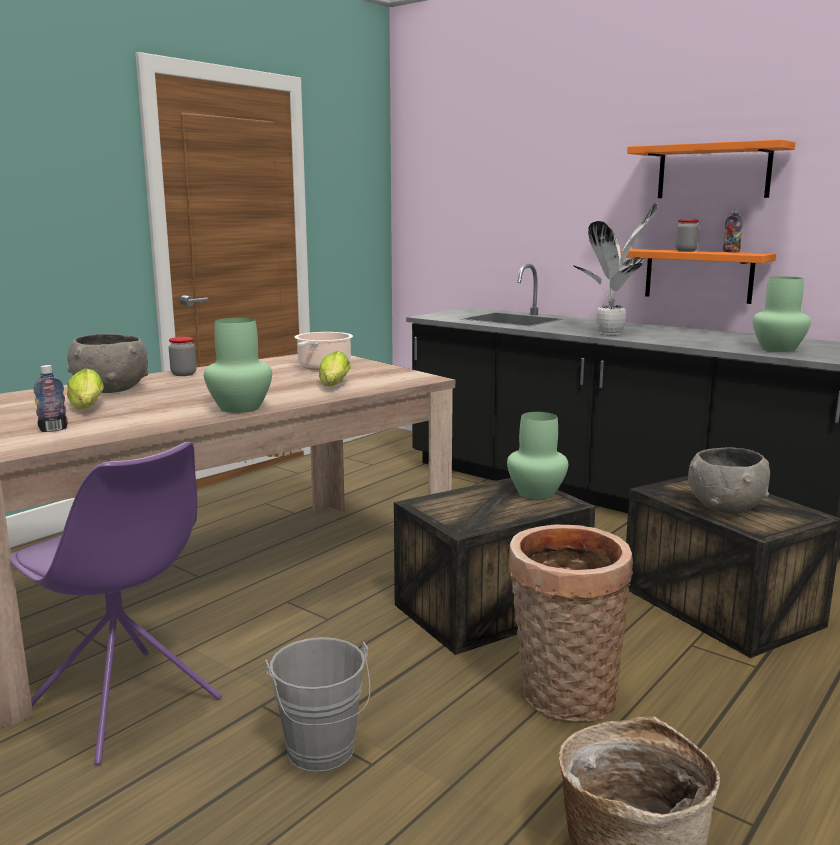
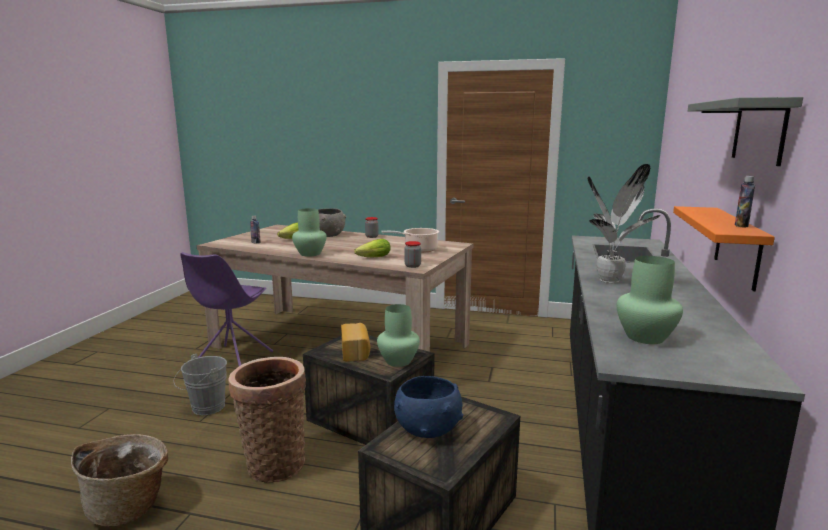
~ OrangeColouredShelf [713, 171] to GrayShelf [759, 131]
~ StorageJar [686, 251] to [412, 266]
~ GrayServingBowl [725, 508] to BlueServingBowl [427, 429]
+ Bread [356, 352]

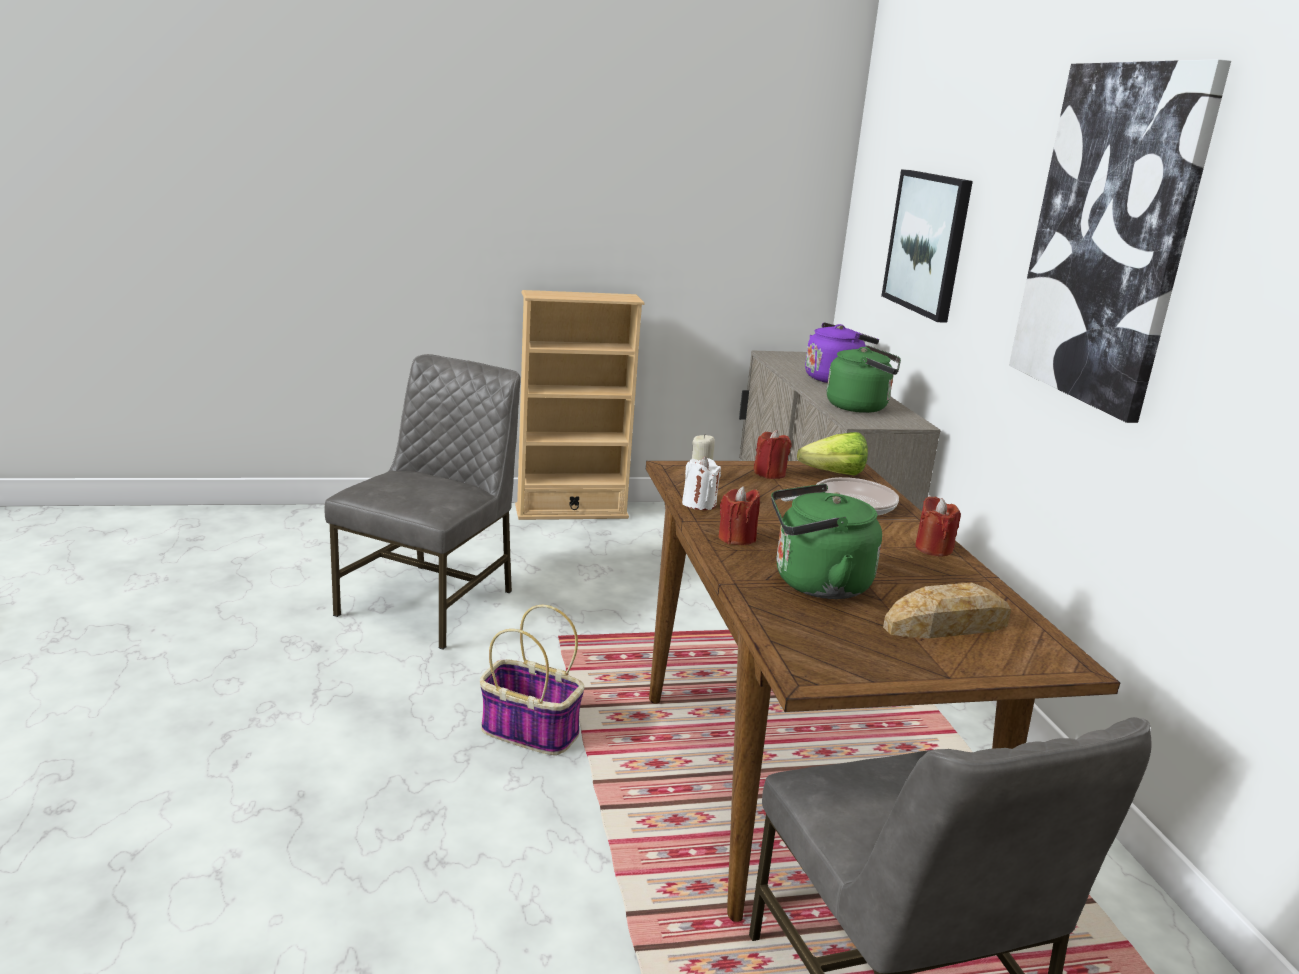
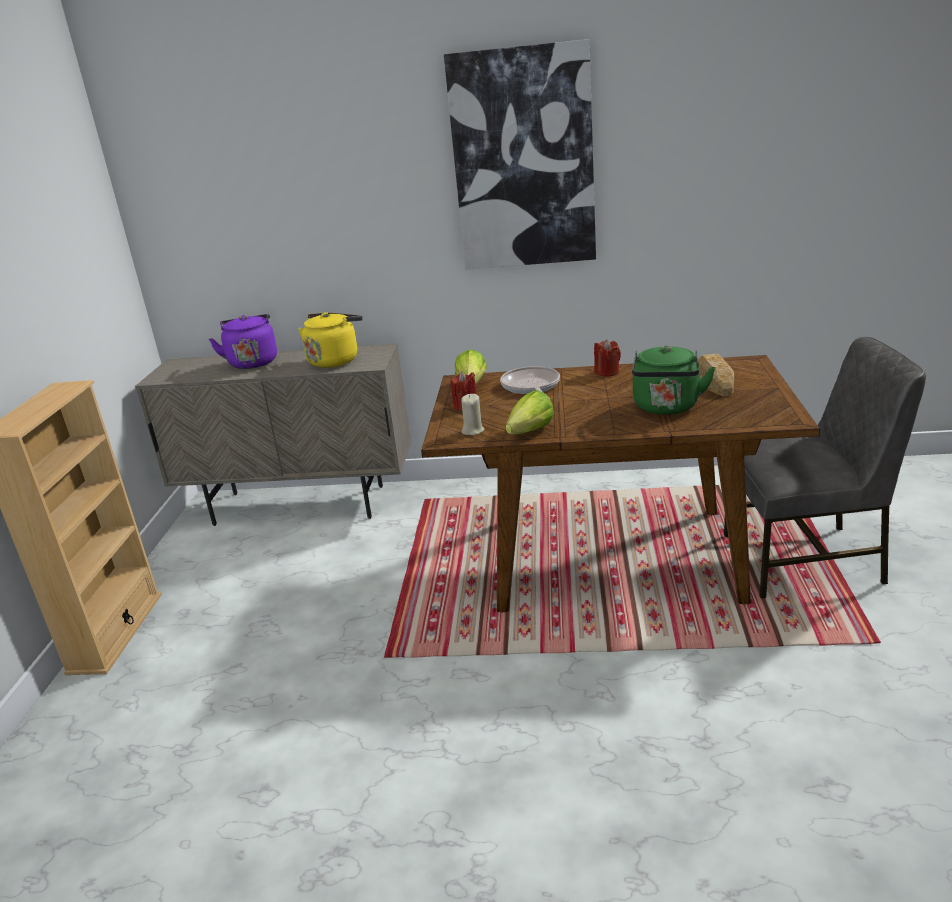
- GrayPlainChair [431, 602]
- Basket [528, 731]
~ WhitishWaxCandle [699, 504] to LettuceHead [526, 434]
- RedColouredWaxCandle [736, 538]
~ GreenWaterKettle [861, 407] to YellowColouredWaterKettle [335, 360]
- WallPicture [928, 243]

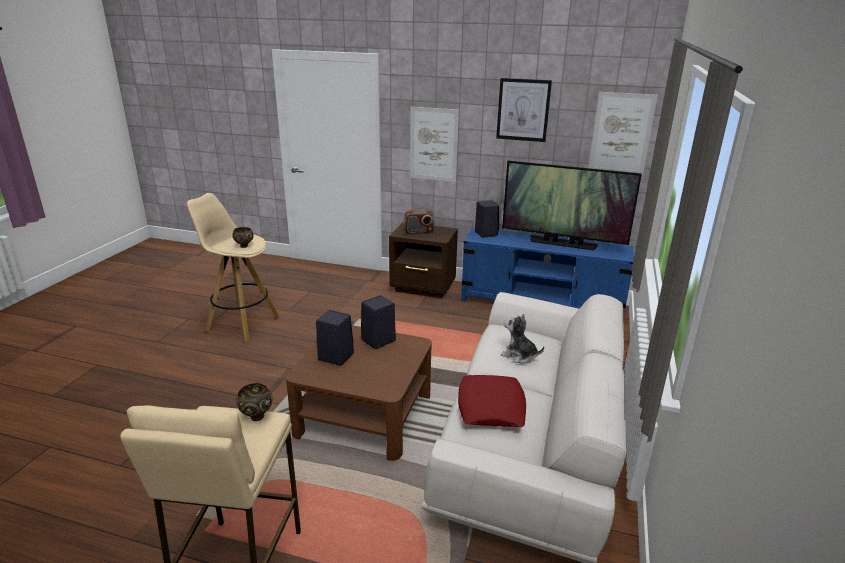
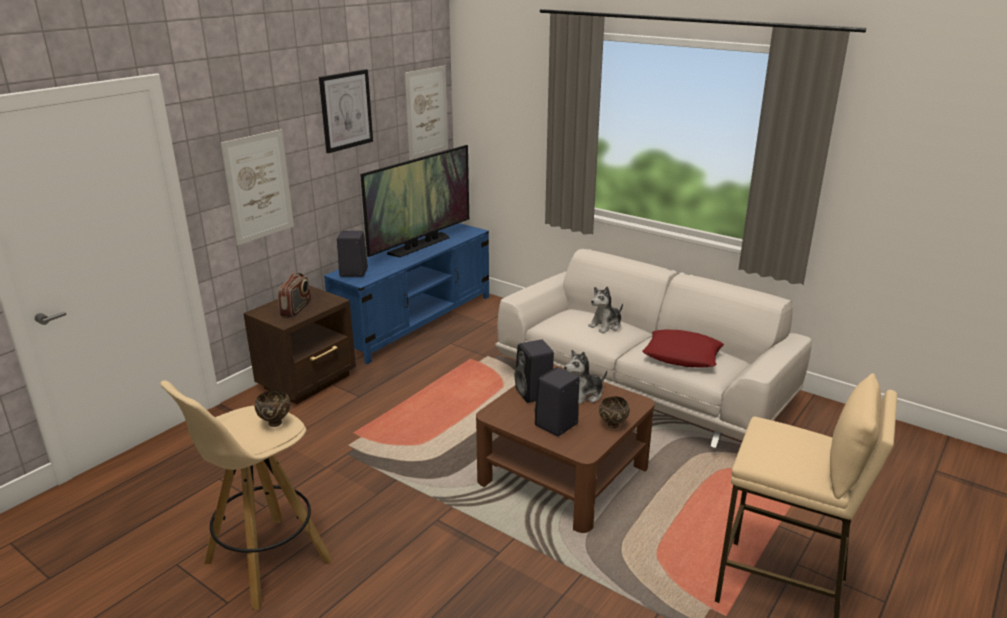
~ BrownishServingBowl [256, 416] to [612, 425]
+ SoftToy [584, 395]

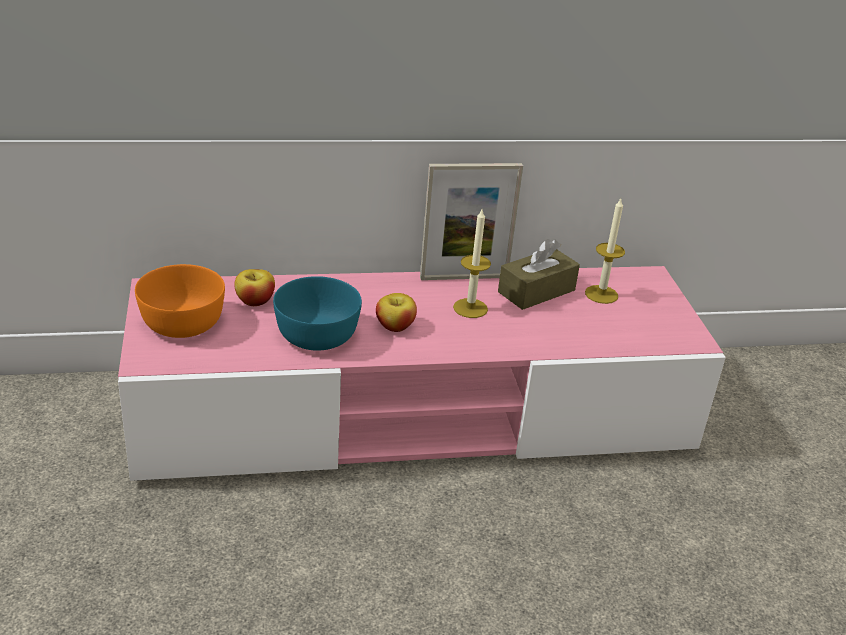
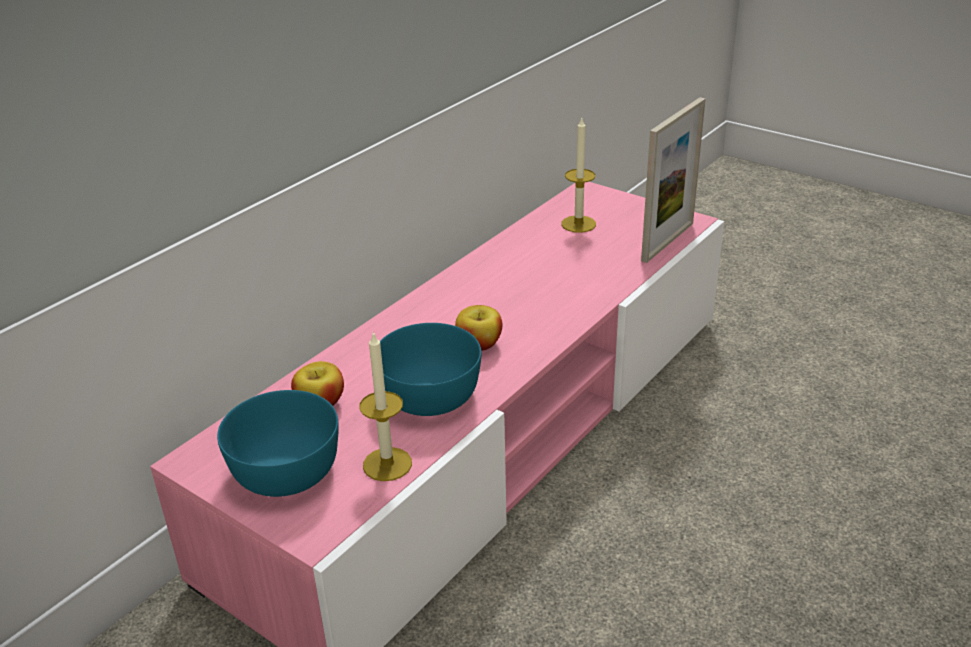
~ OrangeColouredServingBowl [182, 323] to BlueGreenServingBowl [286, 471]
~ PictureFrame [464, 277] to [667, 241]
~ WaxCandle [470, 308] to [387, 464]
- BrownishTissueHolder [536, 291]

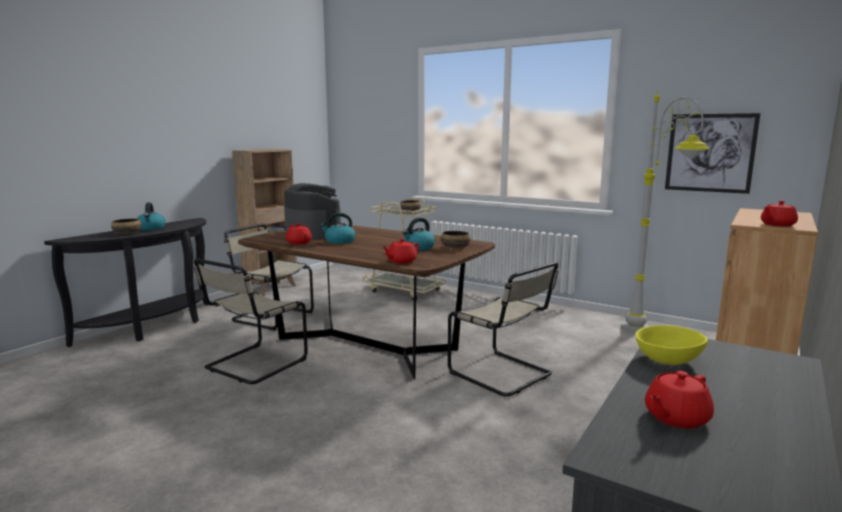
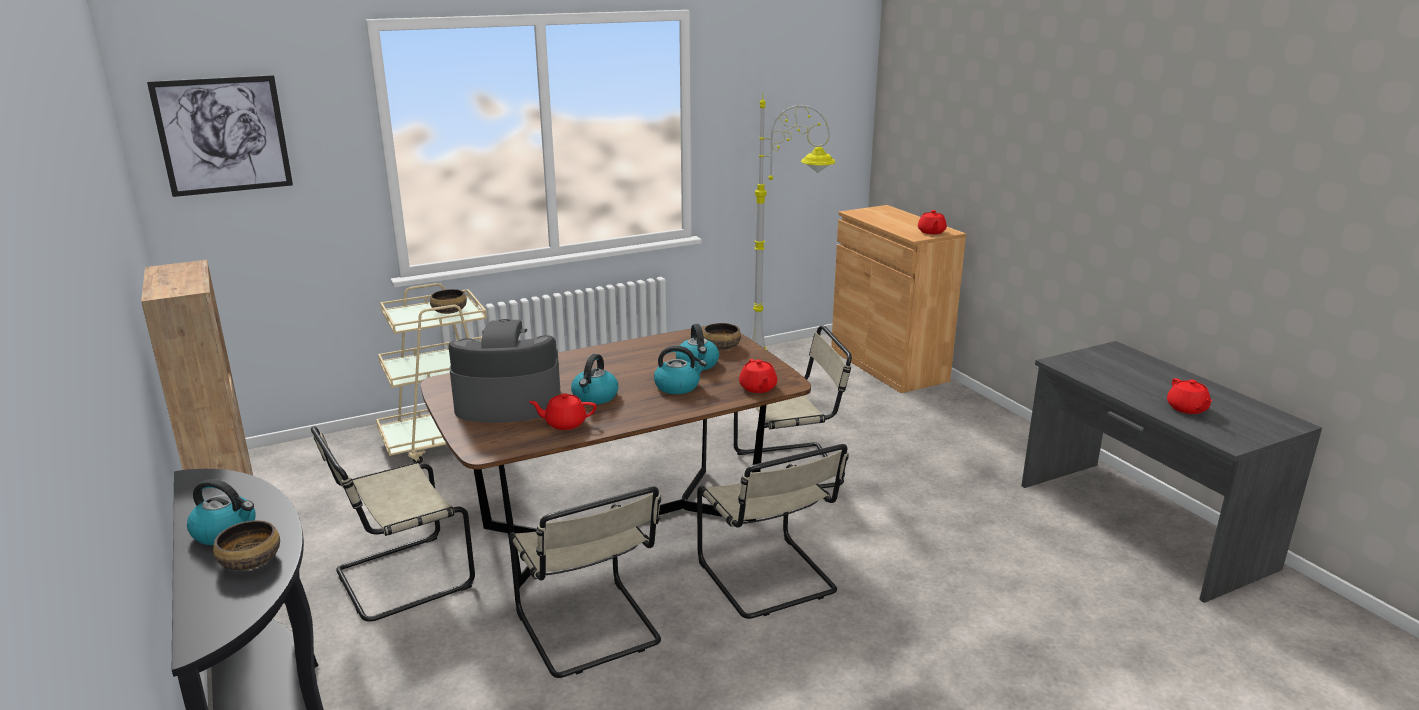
- YellowColouredServingBowl [668, 360]
~ WallPicture [710, 153] to [223, 135]
+ WaterKettle [678, 386]
+ BeigeColouredPlainChair [769, 579]

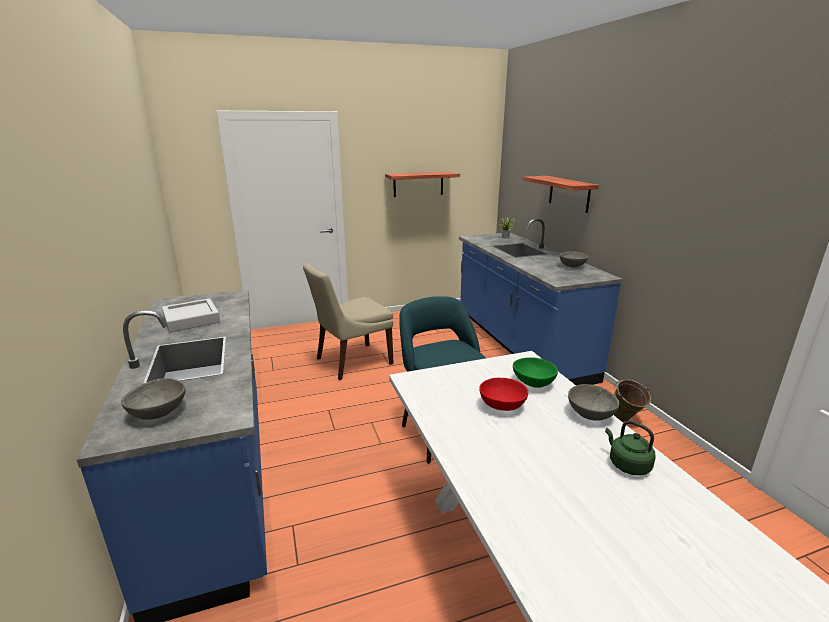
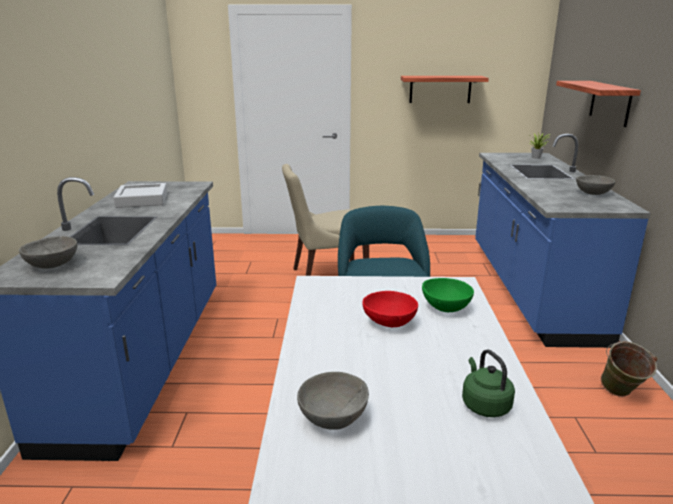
~ GrayServingBowl [590, 414] to [333, 418]

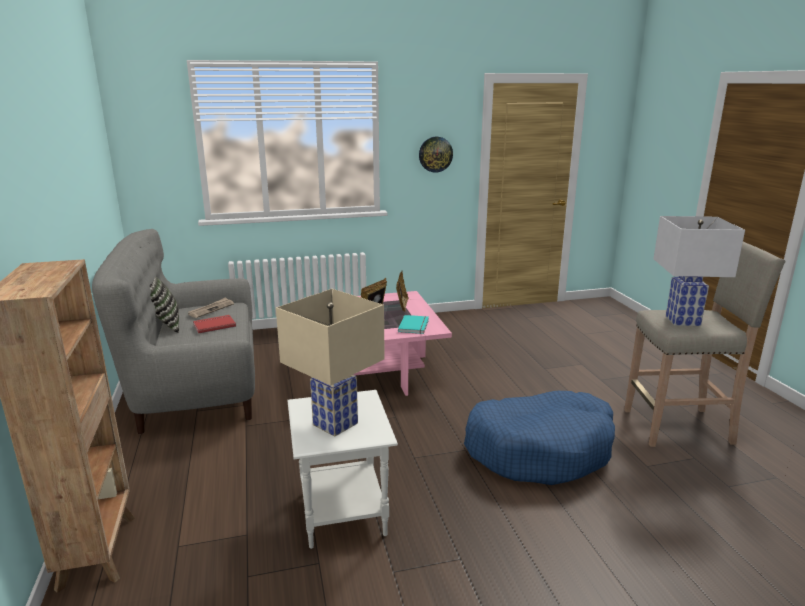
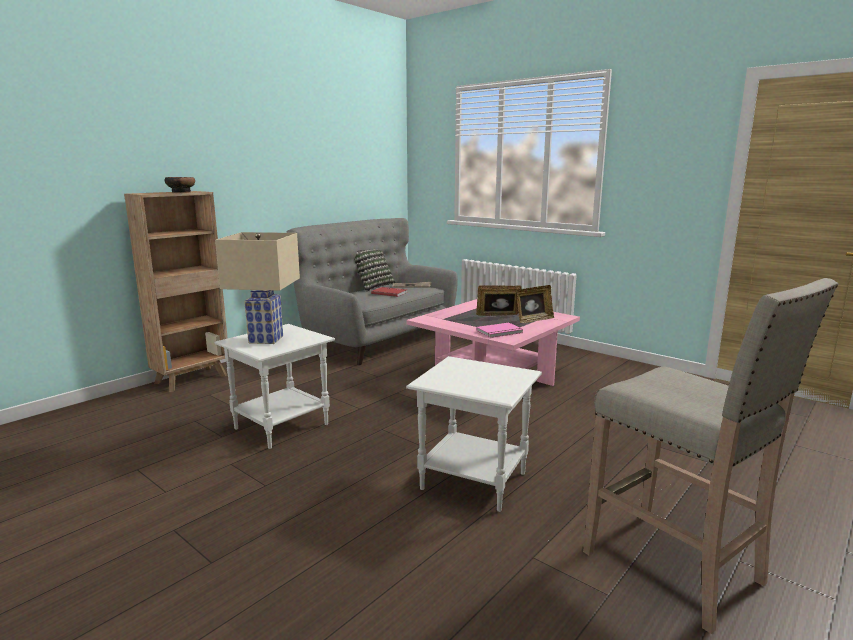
~ BlueGreenBoundBook [415, 326] to PinkColouredBoundBook [500, 332]
- WallClock [435, 154]
~ BlueDogBed [540, 450] to WhitishEndTable [472, 481]
- WhitishTableLamp [682, 321]
+ ServingBowl [181, 192]

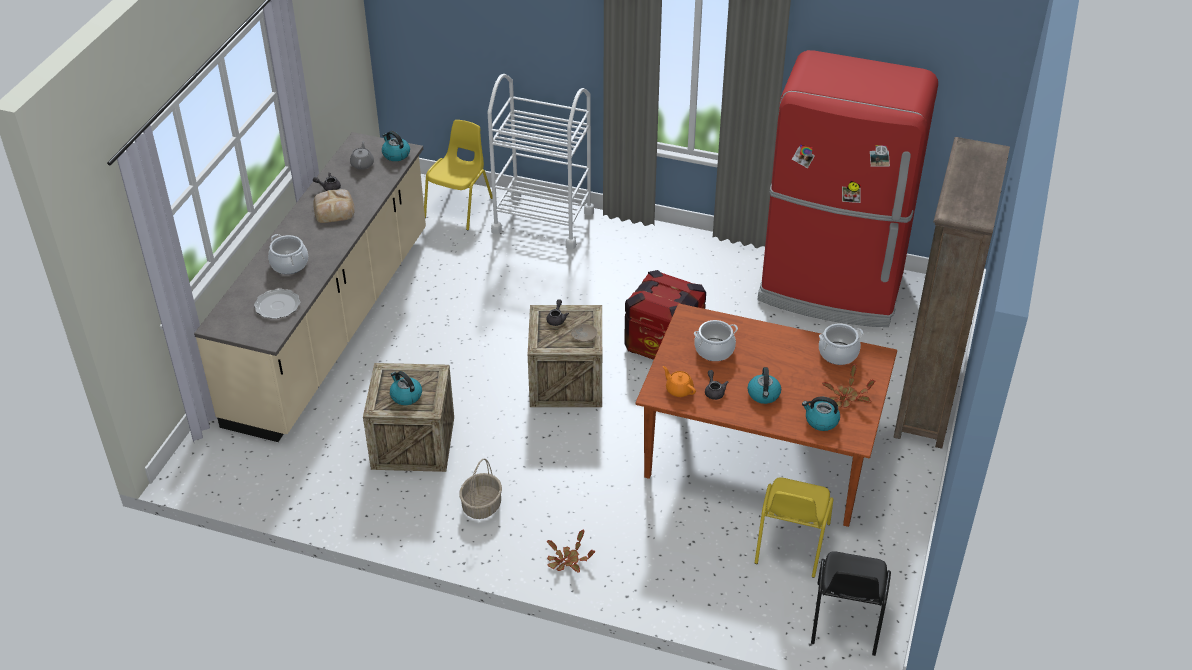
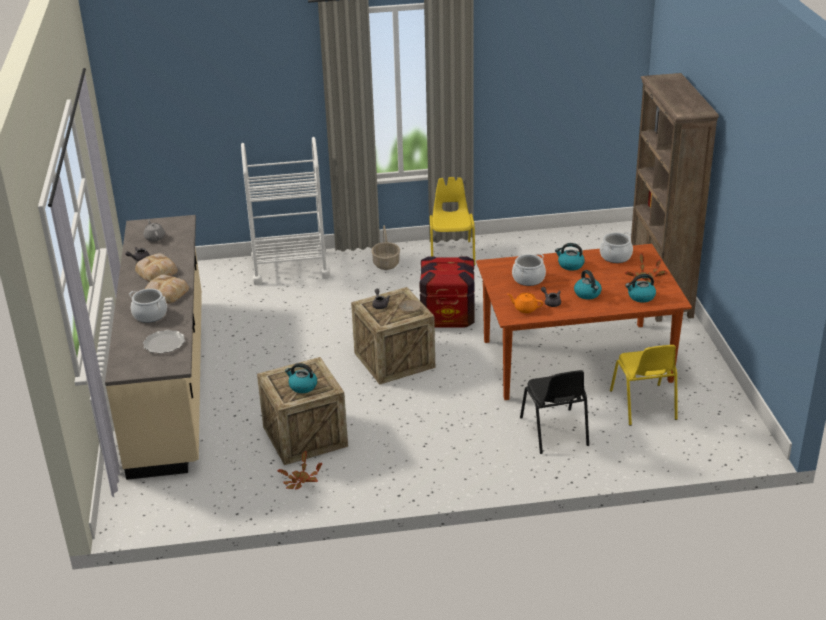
~ WaterKettle [395, 154] to [570, 265]
~ YellowColouredPlainChair [460, 207] to [452, 253]
~ Basket [482, 506] to [386, 264]
~ PottedPlant [566, 561] to [299, 481]
- RedColouredRefrigerator [831, 289]
~ BlackishPlainChair [846, 620] to [554, 432]
+ Bread [166, 292]

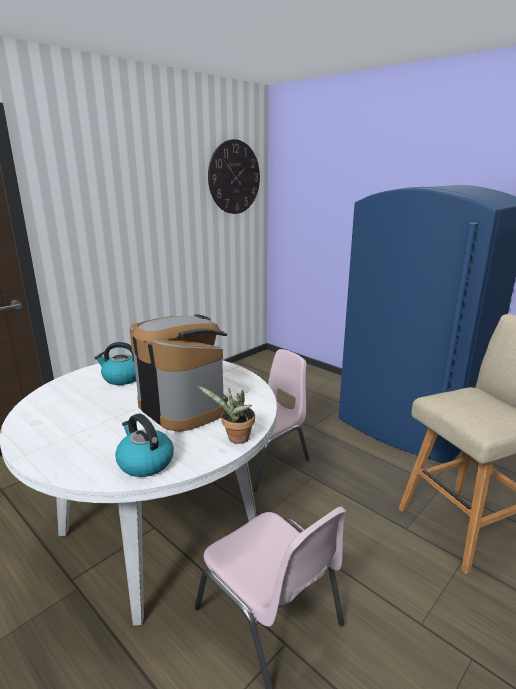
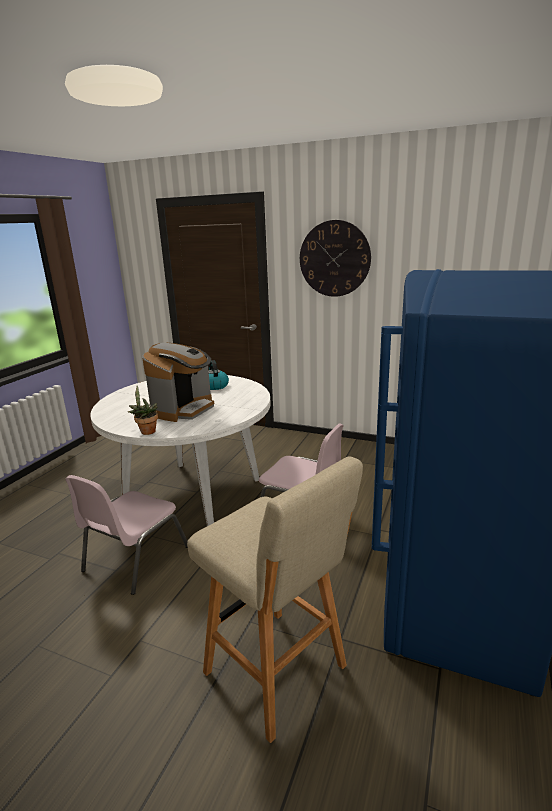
- WaterKettle [145, 462]
~ WallClock [234, 177] to [334, 259]

